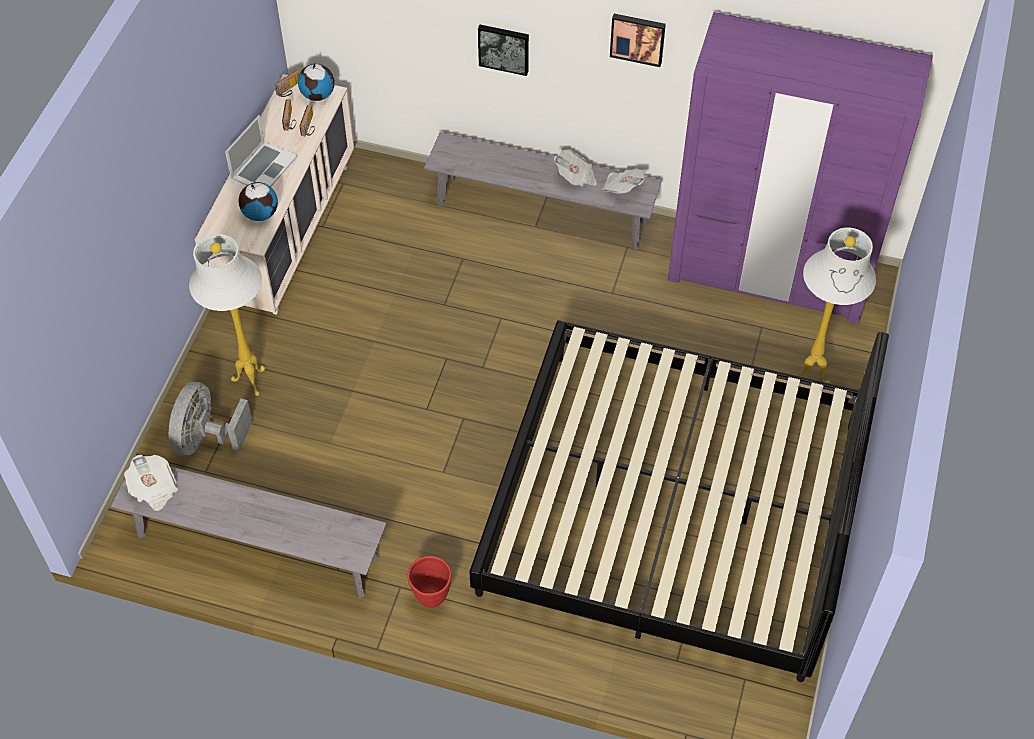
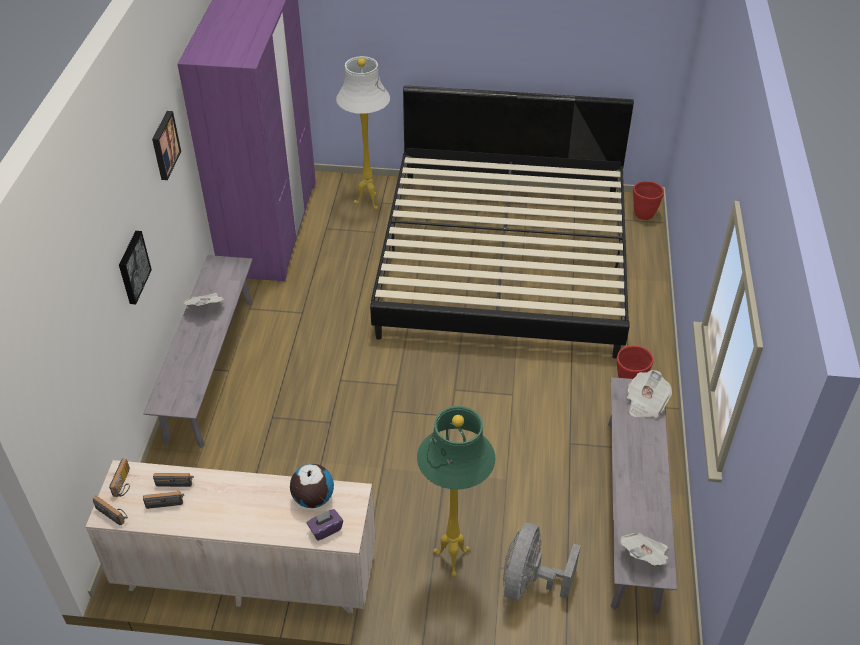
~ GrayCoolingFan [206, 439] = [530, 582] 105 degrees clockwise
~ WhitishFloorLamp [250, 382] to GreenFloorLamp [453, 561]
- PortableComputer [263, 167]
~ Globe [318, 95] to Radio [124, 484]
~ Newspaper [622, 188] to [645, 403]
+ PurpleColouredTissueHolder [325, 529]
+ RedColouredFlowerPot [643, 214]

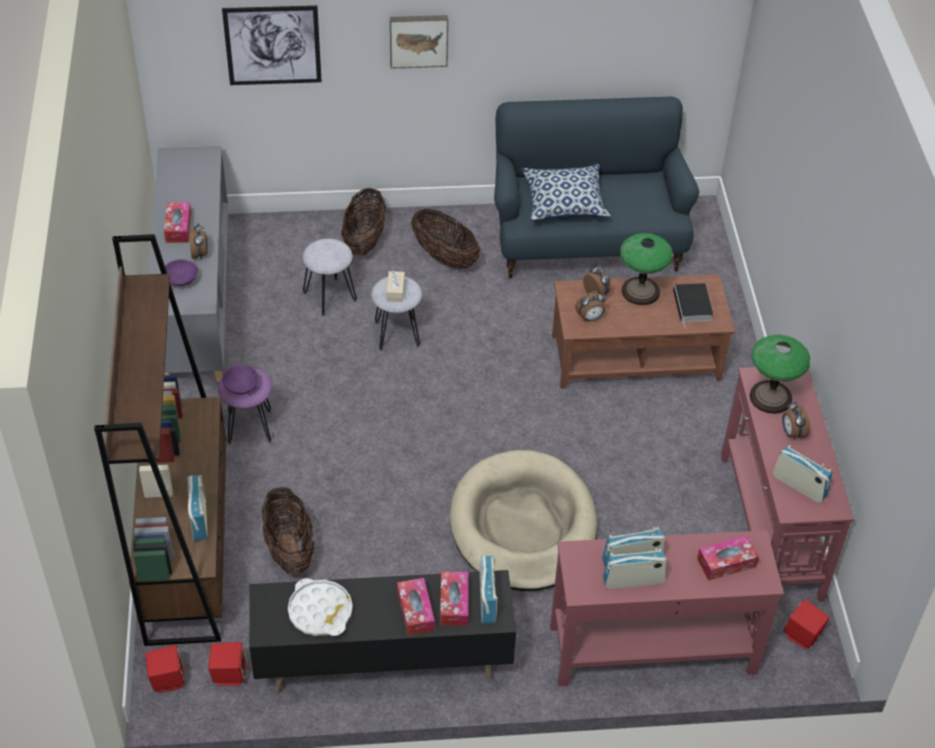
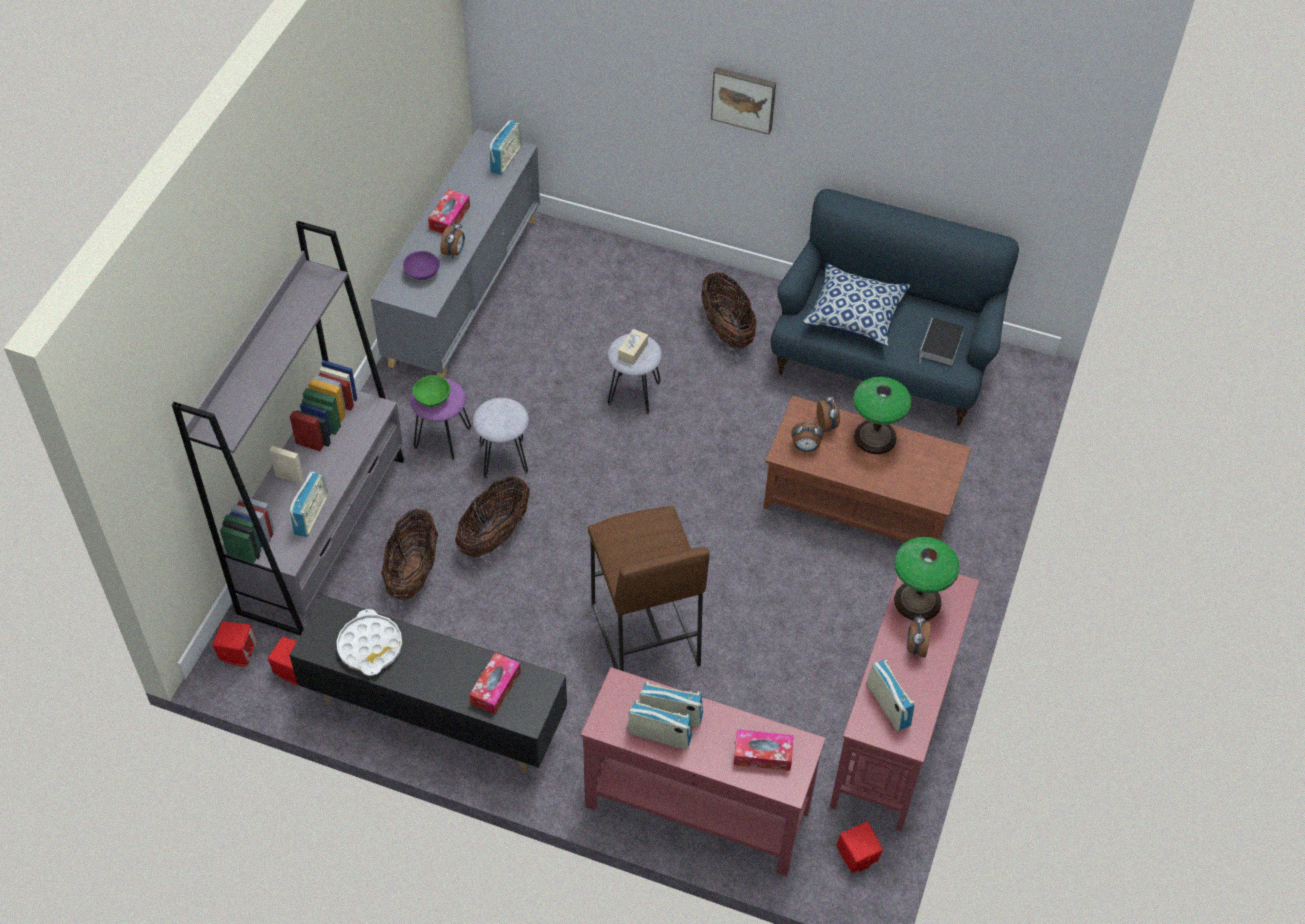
~ BrownishShelvingUnit [187, 546] to GrayShelvingUnit [323, 534]
- WallPicture [272, 45]
~ PurpleColouredServingBowl [241, 386] to GreenServingBowl [433, 397]
~ GrayStoolSeat [329, 296] to [503, 458]
~ Basket [364, 240] to [494, 535]
- TissueHolder [415, 611]
~ BeigeColouredDogBed [523, 525] to BrownishStoolSeat [644, 634]
~ Radio [487, 600] to [506, 159]
~ BoundBook [693, 306] to [941, 345]

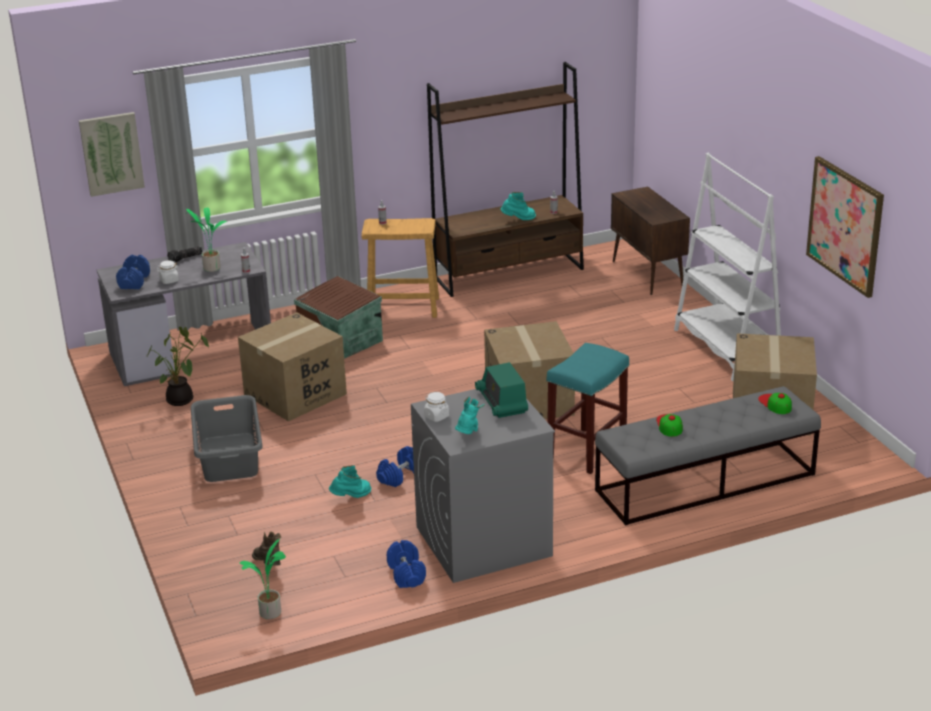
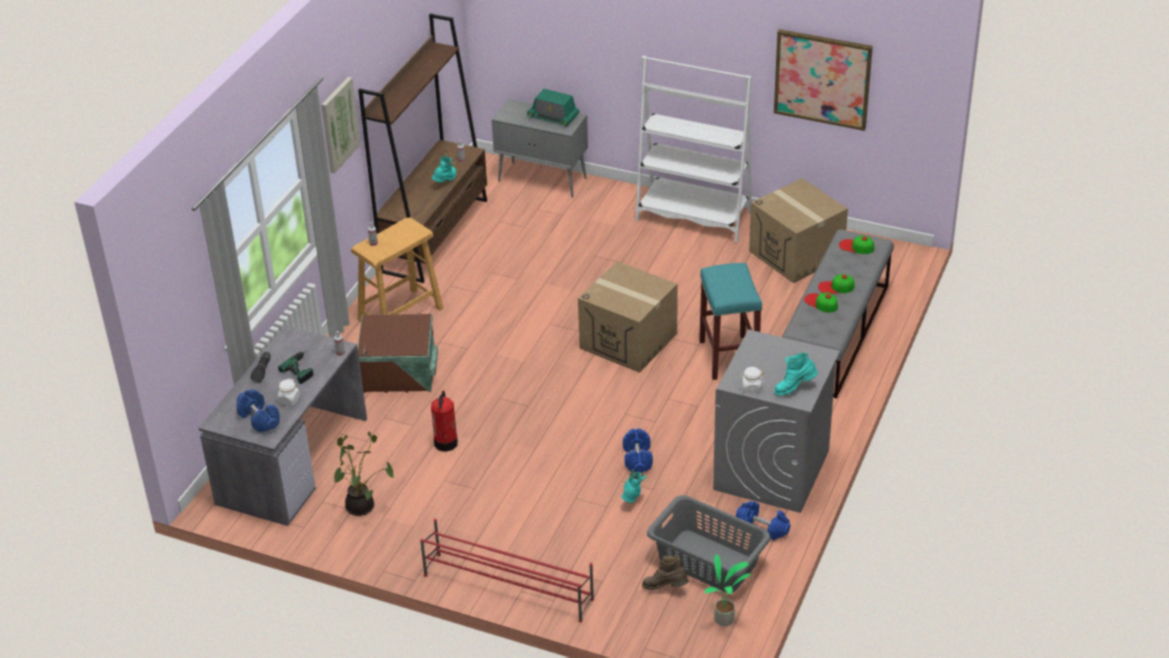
~ WallPicture [111, 153] to [339, 124]
~ PottedPlant [211, 268] to Drill [303, 367]
~ GrayHamper [228, 458] to [708, 562]
~ Carton [295, 394] to FireExtinguisher [446, 443]
~ BlueGreenBoot [468, 434] = [794, 388] 75 degrees counterclockwise
~ Radio [502, 402] to [553, 117]
~ BrownishCupboard [648, 275] to GrayCupboard [543, 180]
+ RedColouredShoeRack [507, 586]
+ PeakedCap [836, 287]

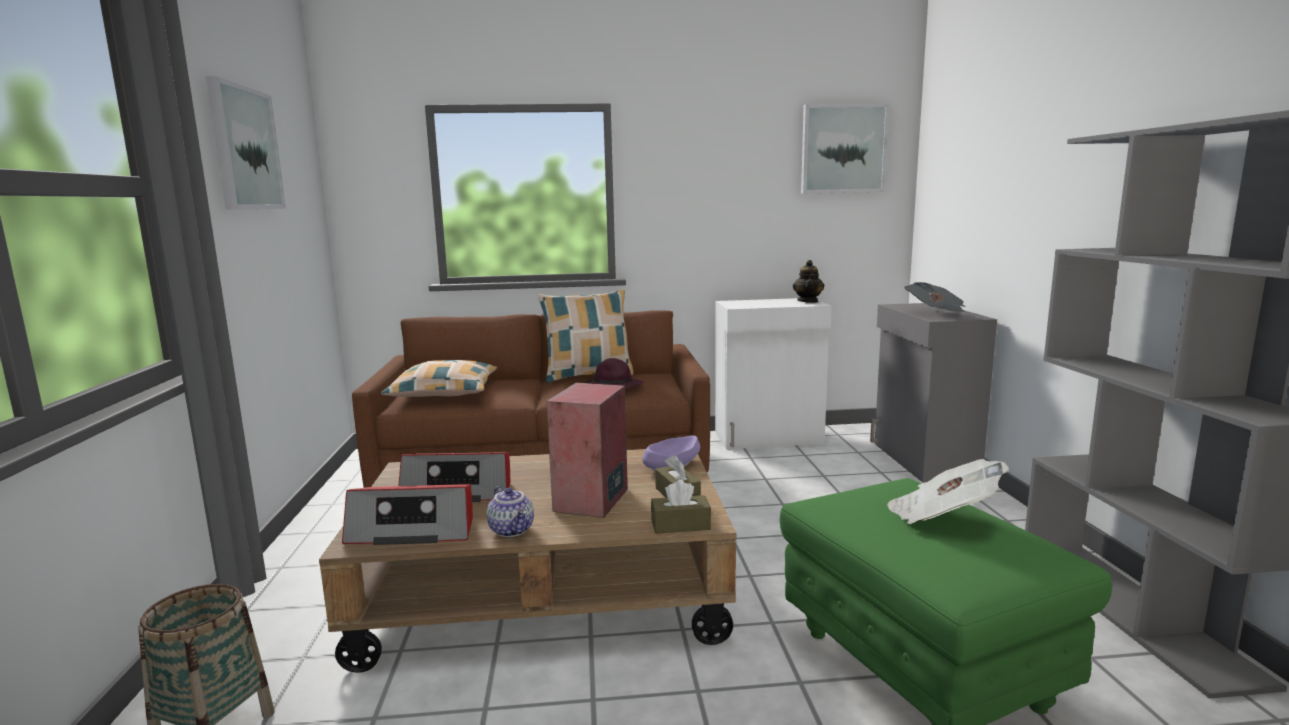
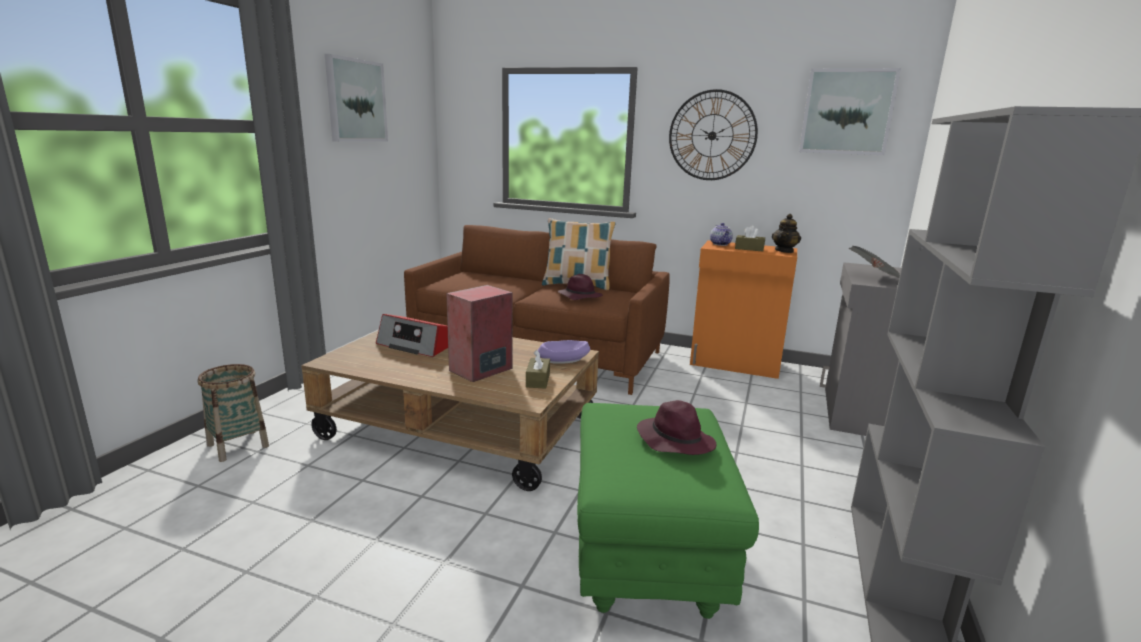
- Radio [413, 530]
- ThrowPillow [444, 392]
~ PotForTea [512, 530] to [721, 244]
~ BrownishTissueHolder [680, 525] to [749, 249]
~ WhitishCupboard [769, 438] to OrangeColouredCupboard [735, 364]
~ Newspaper [942, 517] to PurpleColouredWearableHat [674, 440]
+ WallClock [712, 135]

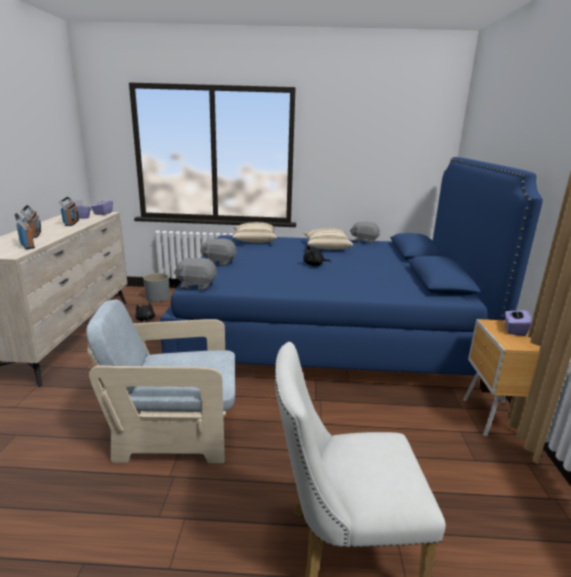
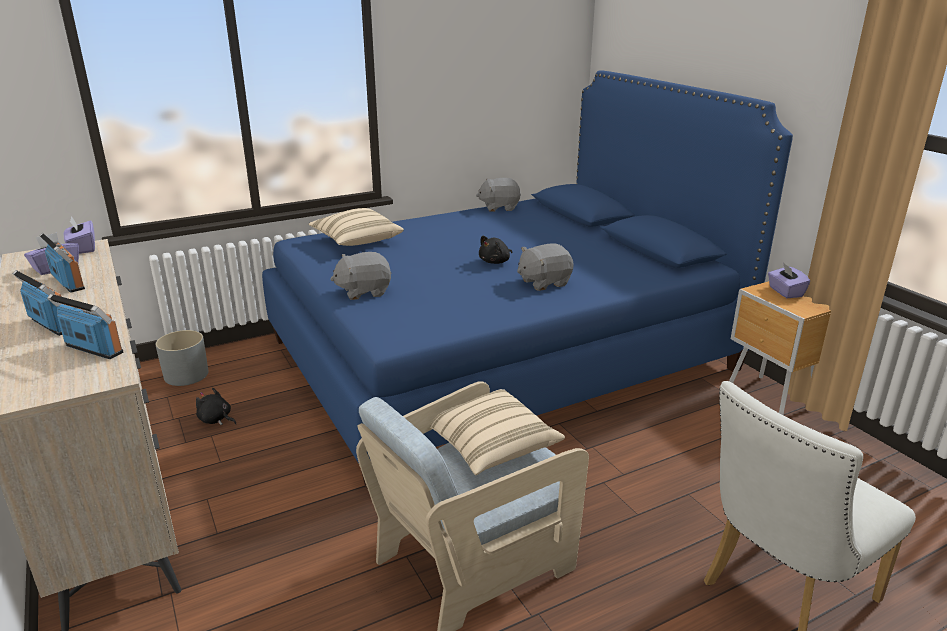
~ GraySoftToy [197, 285] to [543, 282]
~ BeigeColouredThrowPillow [326, 247] to [490, 447]

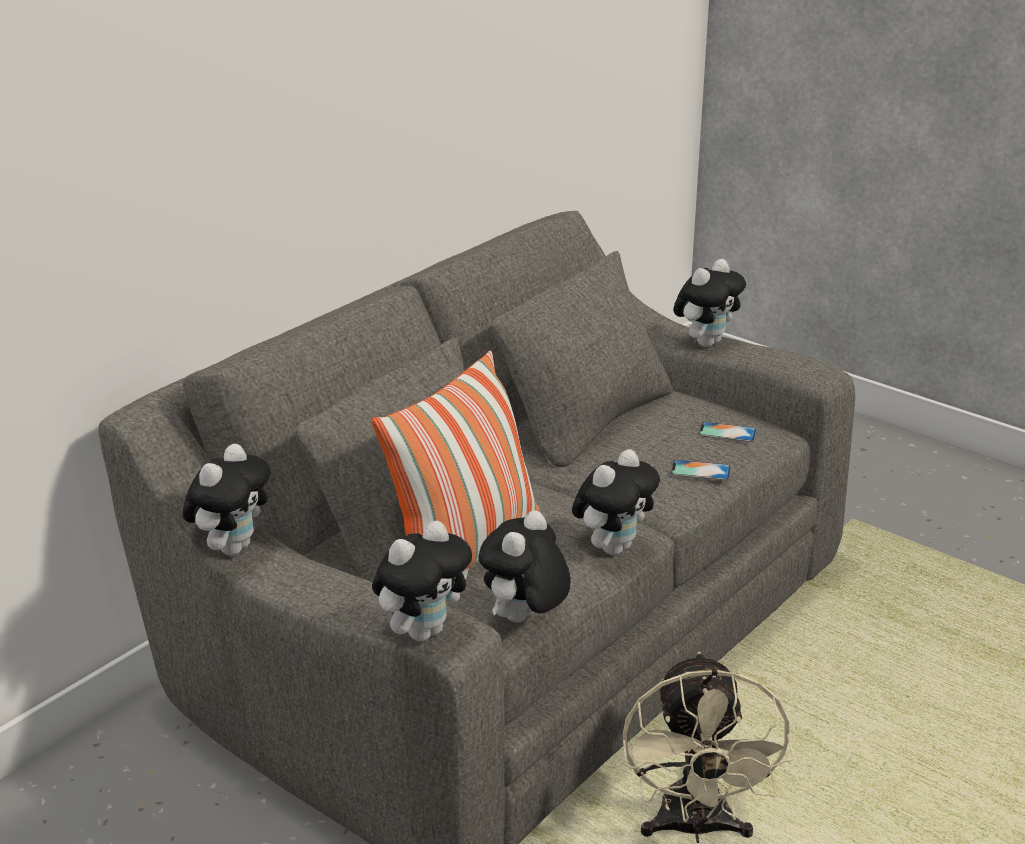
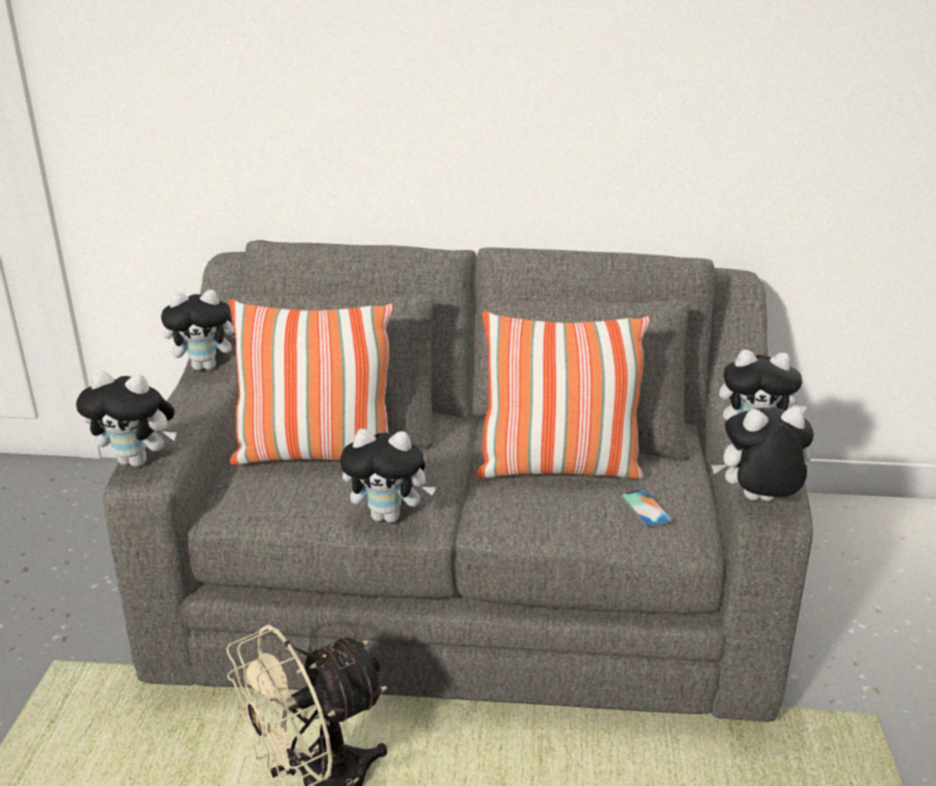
~ SoftToy [524, 620] to [757, 502]
- Phone [700, 470]
+ ThrowPillow [558, 468]

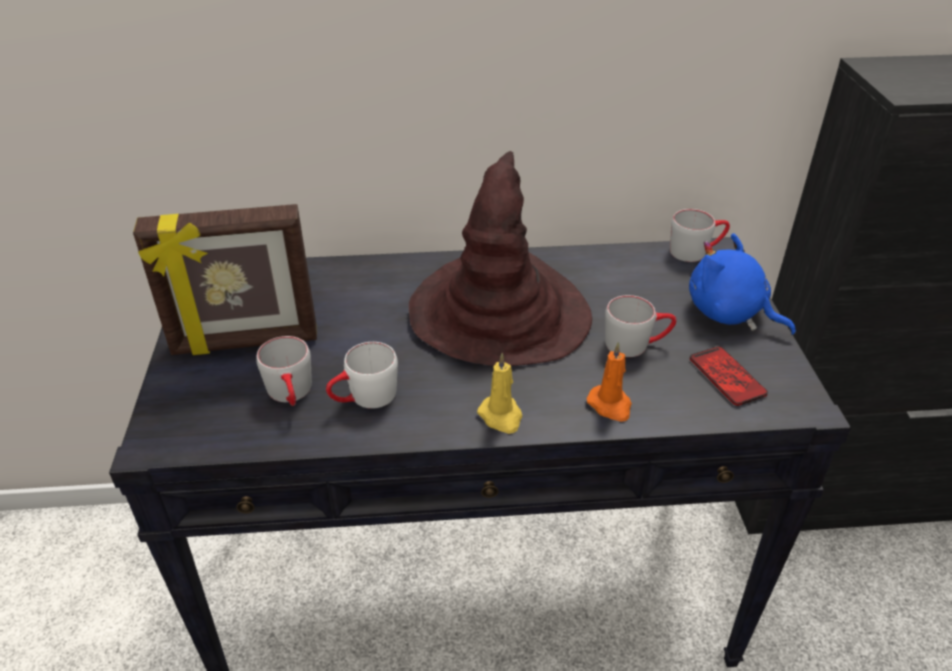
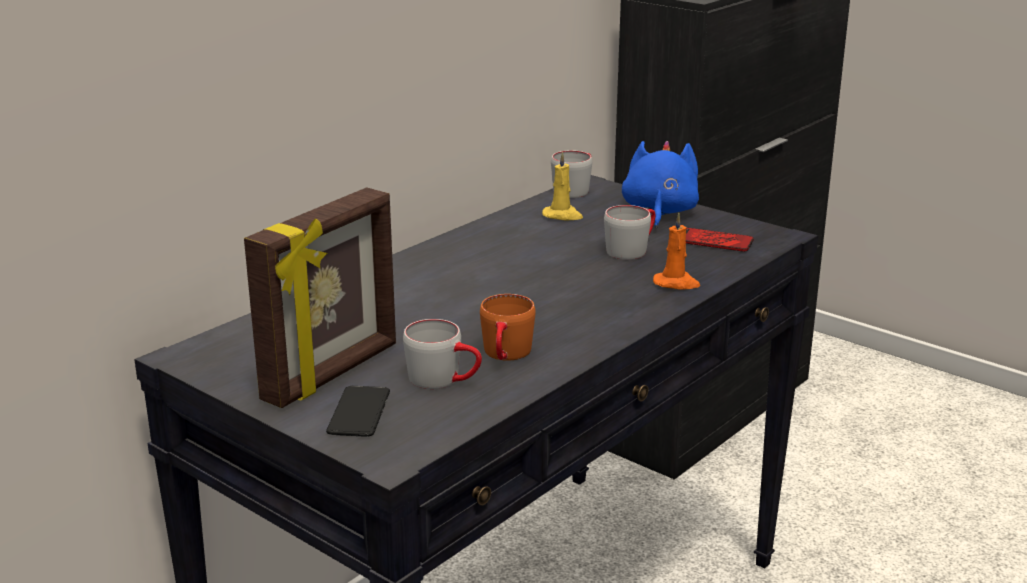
~ WhitishMug [364, 398] to OrangeColouredMug [506, 355]
- BrownishWearableHat [499, 313]
~ YellowColouredWaxCandle [501, 416] to [563, 216]
~ BlueSoftToy [729, 313] = [658, 212] 105 degrees clockwise
+ Phone [359, 412]

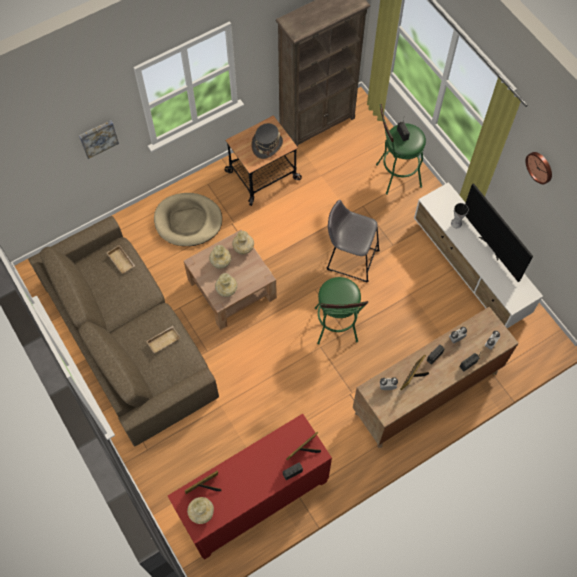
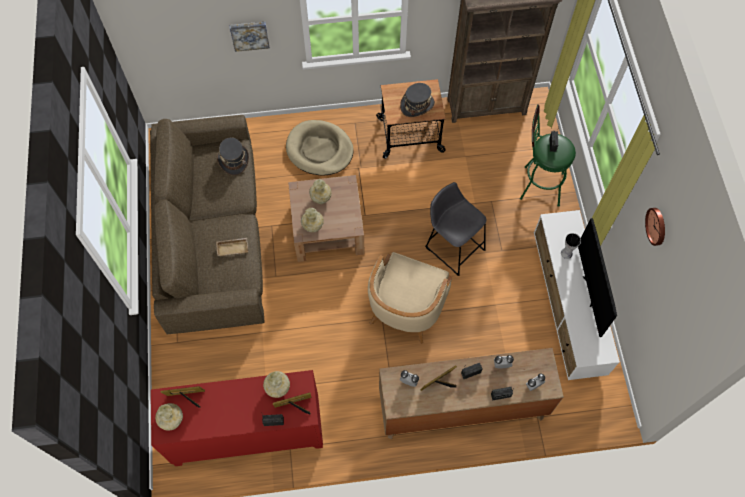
~ BeigeColouredServingTray [122, 261] to GrayWearableHat [234, 160]
~ BeigeColouredFlowerVase [243, 249] to [278, 388]
~ GreenStoolSeat [336, 329] to BeigeColouredArmchair [406, 307]

